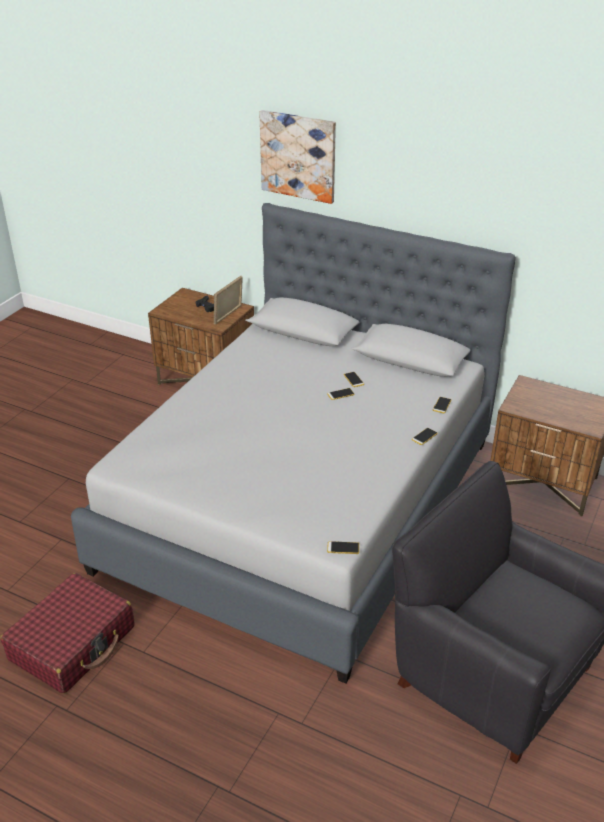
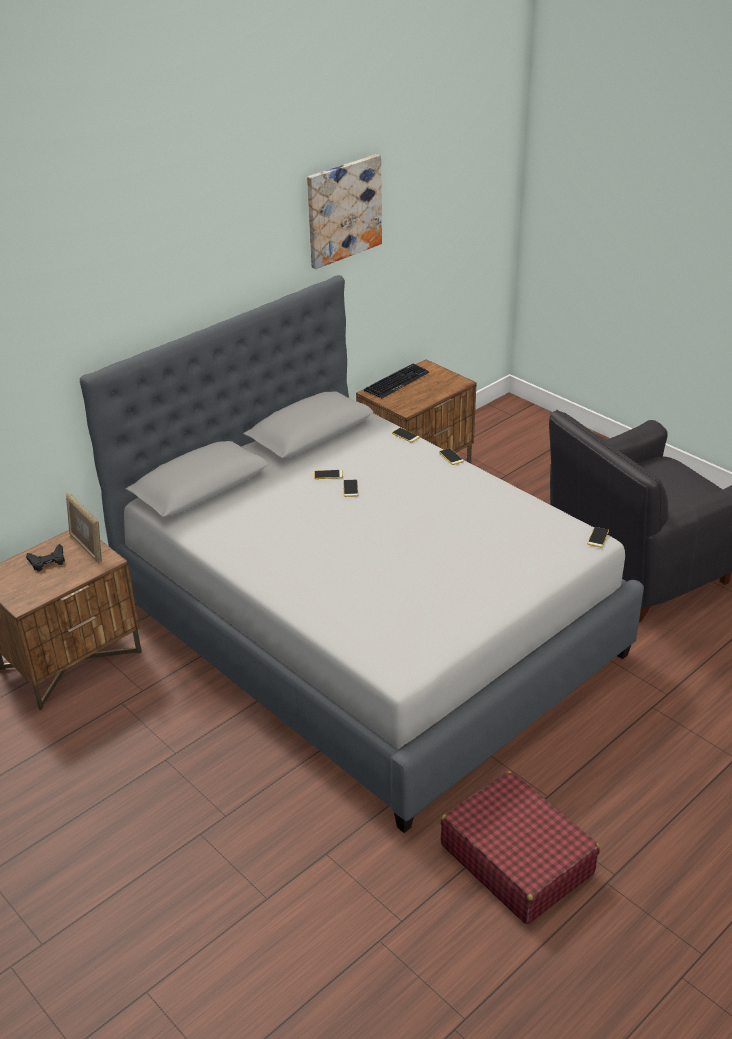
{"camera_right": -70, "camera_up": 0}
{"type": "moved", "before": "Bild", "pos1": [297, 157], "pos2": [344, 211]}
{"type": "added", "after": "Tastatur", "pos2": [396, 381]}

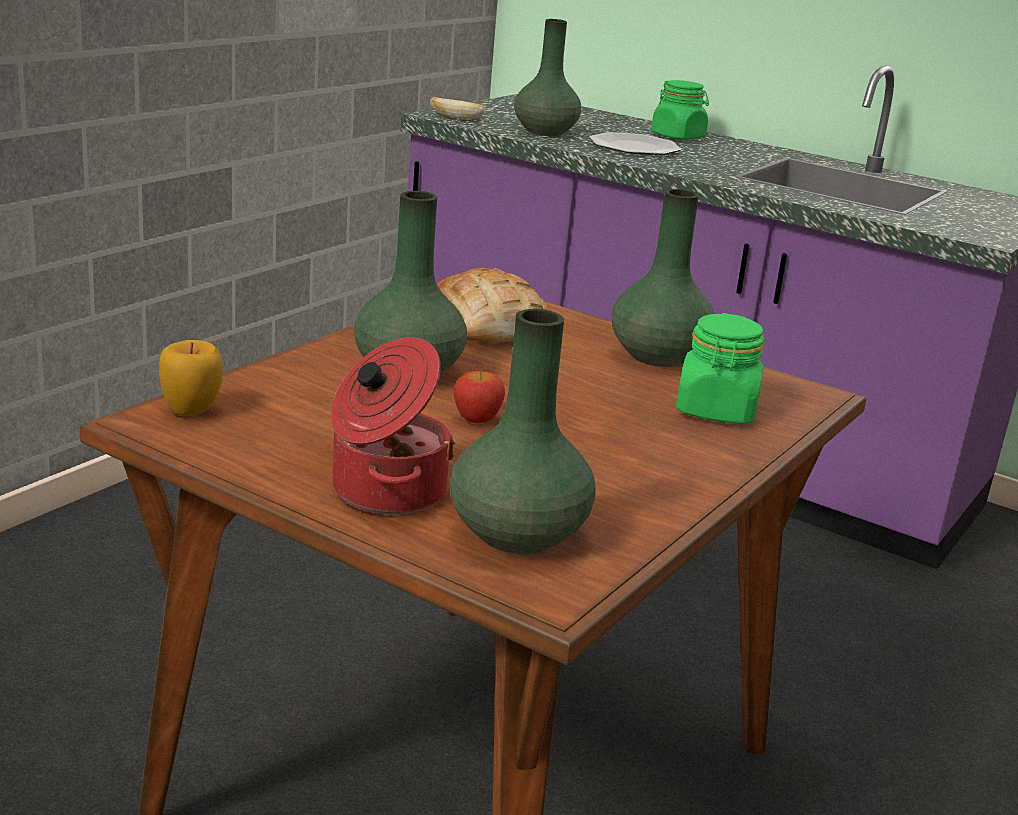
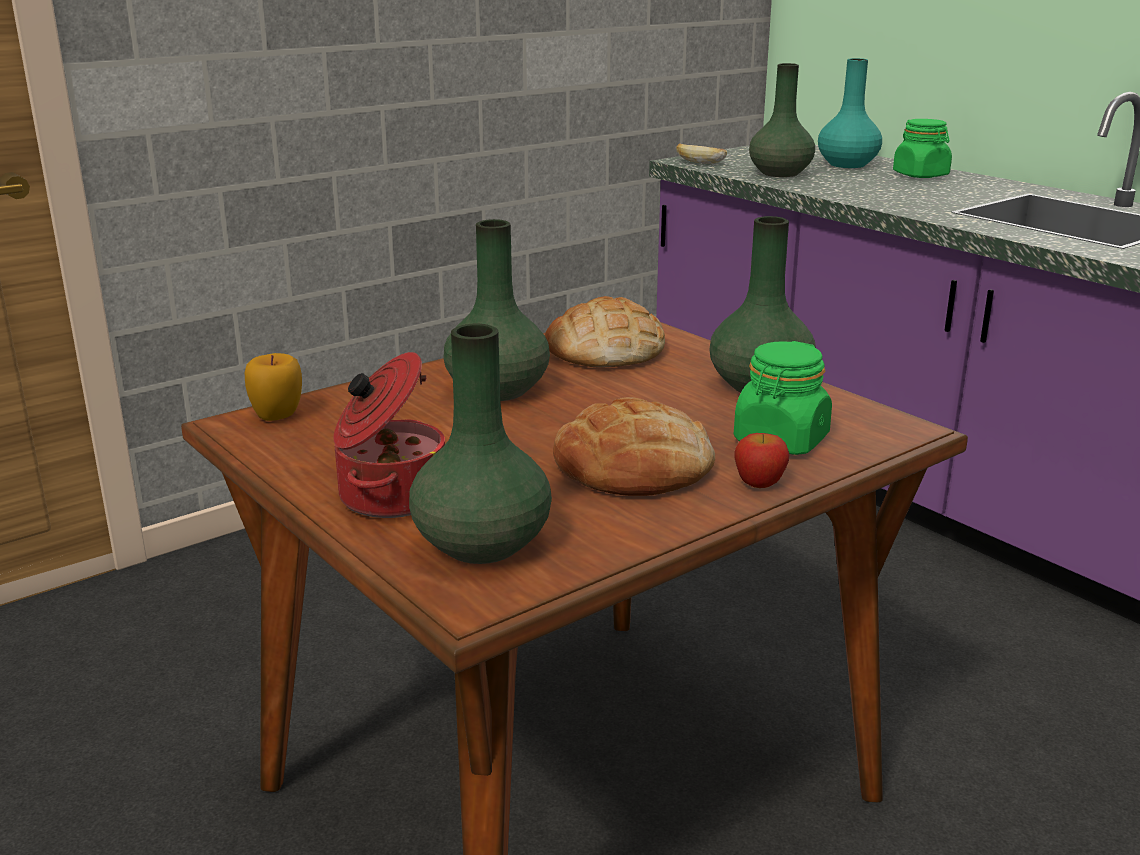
{"camera_right": 20, "camera_up": 0}
{"type": "moved", "before": "Apfel", "pos1": [479, 397], "pos2": [761, 460]}
{"type": "removed", "before": "Teller", "pos1": [635, 143]}
{"type": "added", "after": "Brot", "pos2": [634, 446]}
{"type": "added", "after": "Vase (türkis)", "pos2": [850, 113]}

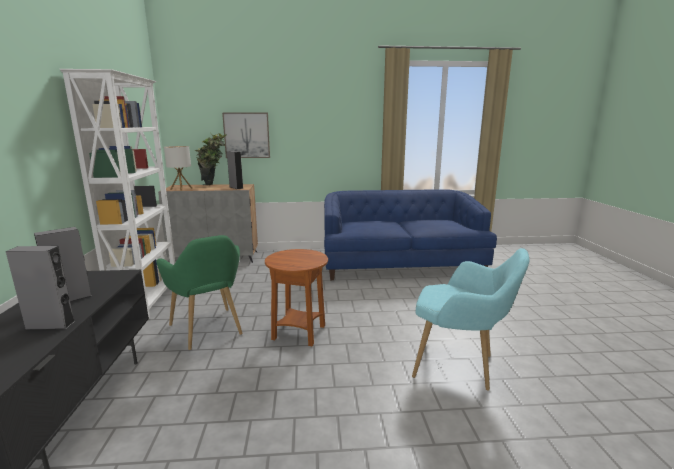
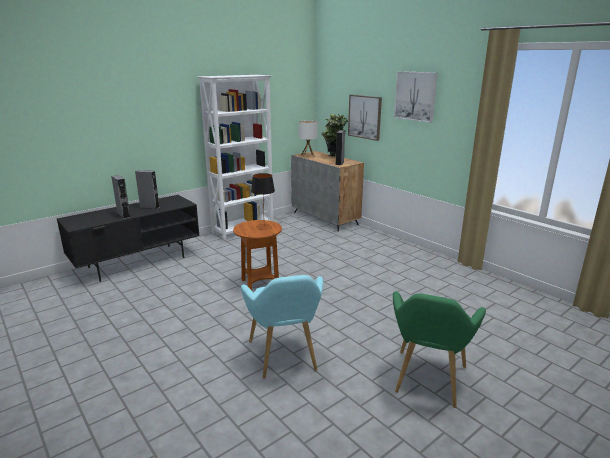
{"camera_right": 55, "camera_up": 5}
{"type": "moved", "before": "Sessel (grün)", "pos1": [199, 292], "pos2": [439, 349]}
{"type": "removed", "before": "Sofa (blau)", "pos1": [410, 234]}
{"type": "added", "after": "Tischlampe", "pos2": [263, 201]}
{"type": "added", "after": "Bild", "pos2": [416, 97]}

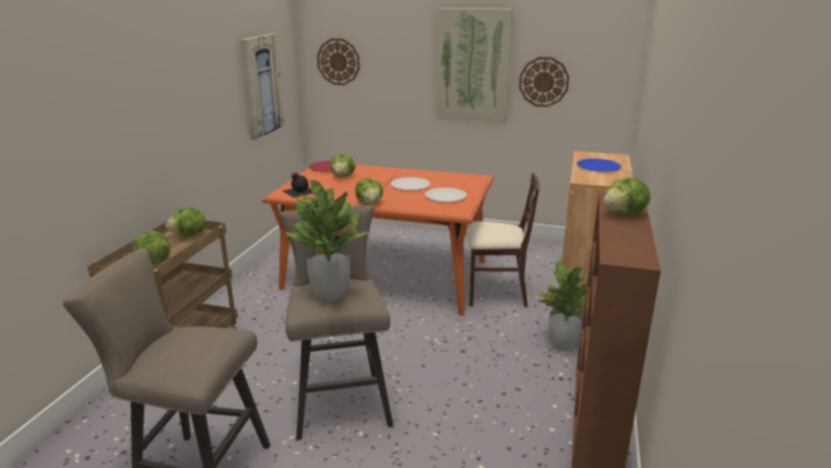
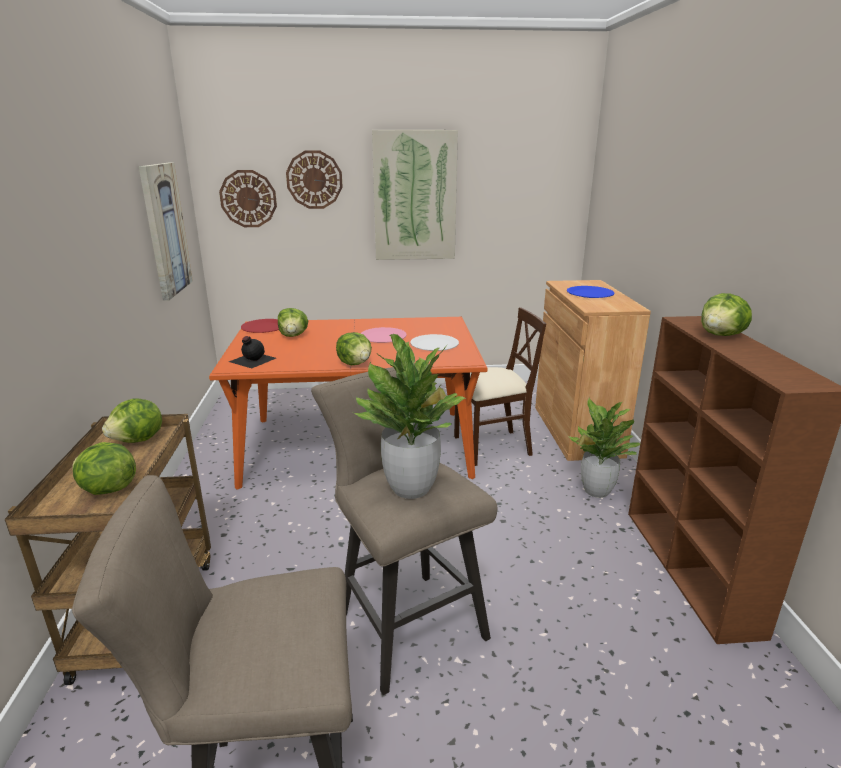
{"camera_right": -20, "camera_up": 0}
{"type": "recoloured", "before": "Teller (weiß)", "after": "Teller (rosa)", "pos1": [410, 183], "pos2": [383, 335]}
{"type": "moved", "before": "Wanduhr", "pos1": [544, 82], "pos2": [314, 179]}

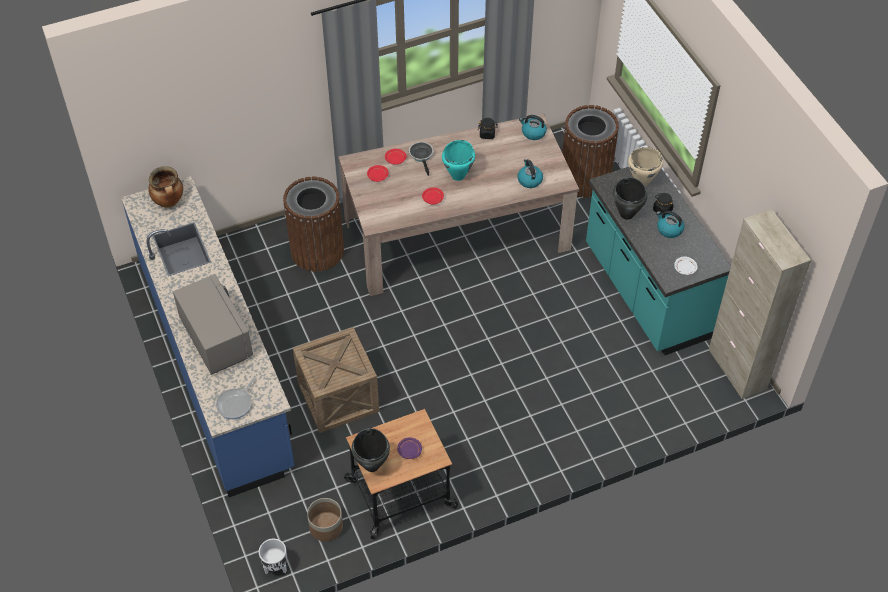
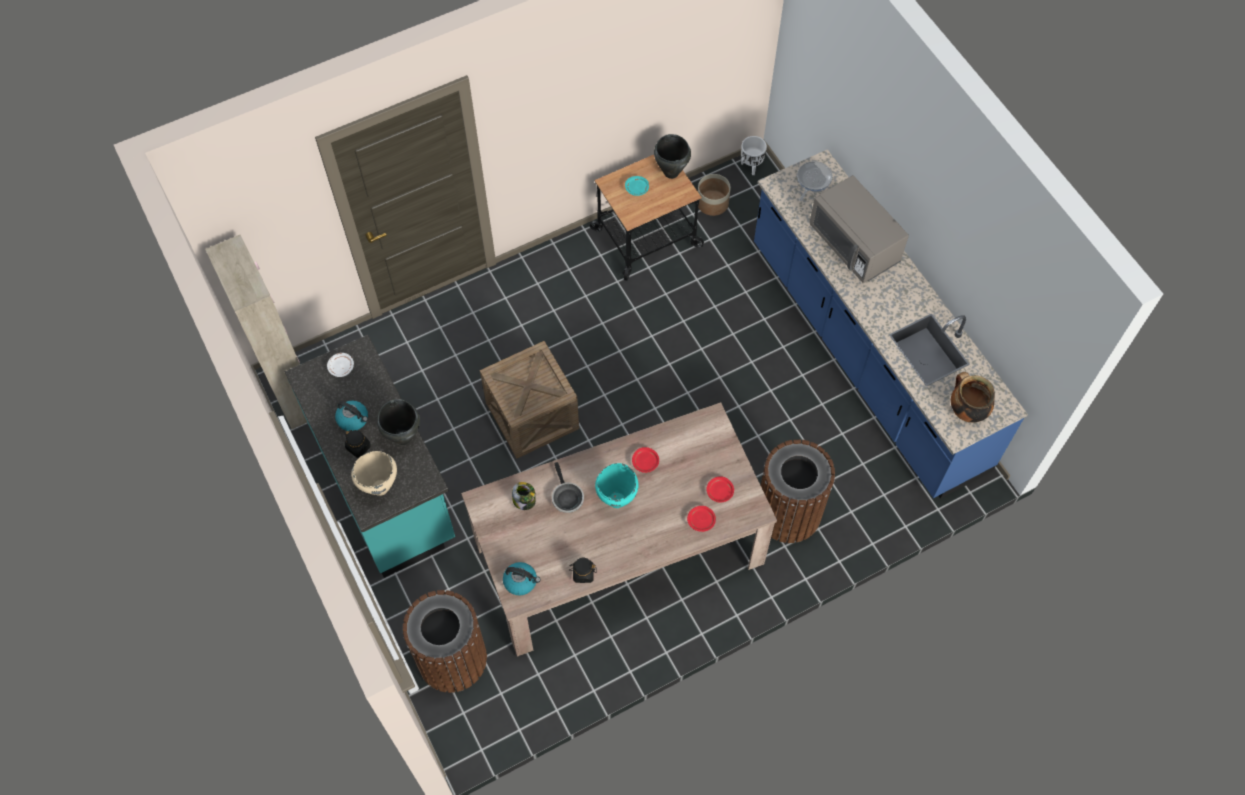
{"camera_right": 175, "camera_up": 10}
{"type": "moved", "before": "Kiste", "pos1": [336, 380], "pos2": [529, 400]}
{"type": "recoloured", "before": "Teller (lila)", "after": "Teller (türkis)", "pos1": [409, 448], "pos2": [637, 186]}
{"type": "moved", "before": "Pfanne", "pos1": [421, 159], "pos2": [568, 487]}
{"type": "replaced", "before": "Wasserkessel", "after": "Vorratsglas", "pos1": [530, 173], "pos2": [524, 496]}

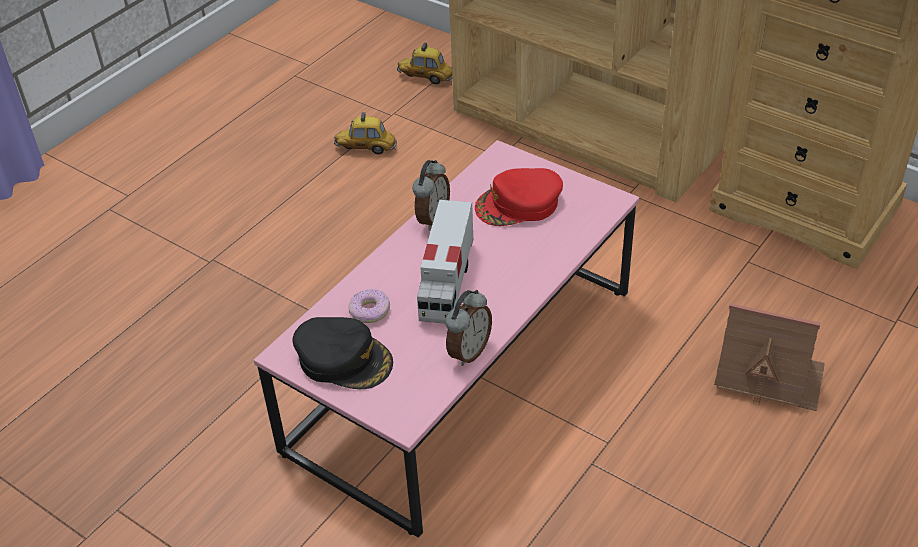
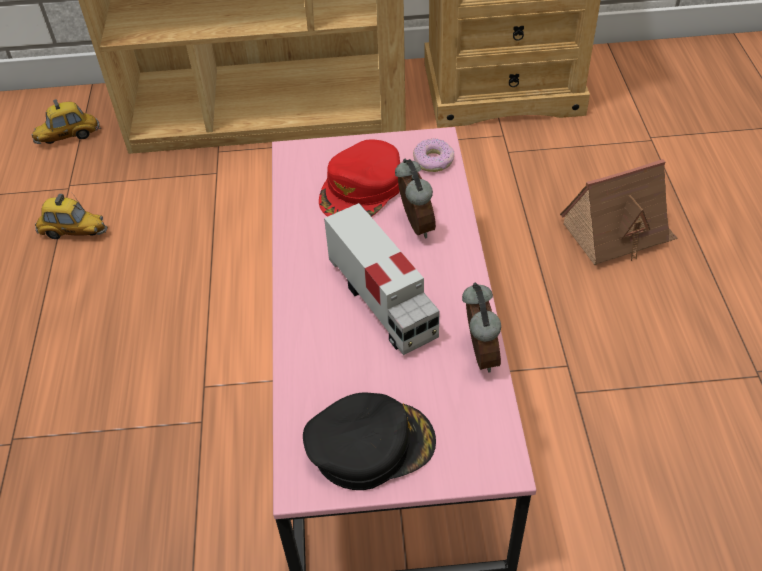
{"camera_right": -40, "camera_up": 5}
{"type": "turned", "before": "Spielzeugauto", "pos1": [365, 133], "pos2": [71, 216], "turn": -135}
{"type": "moved", "before": "Donut", "pos1": [369, 306], "pos2": [433, 155]}
{"type": "moved", "before": "Wecker", "pos1": [431, 195], "pos2": [415, 198]}

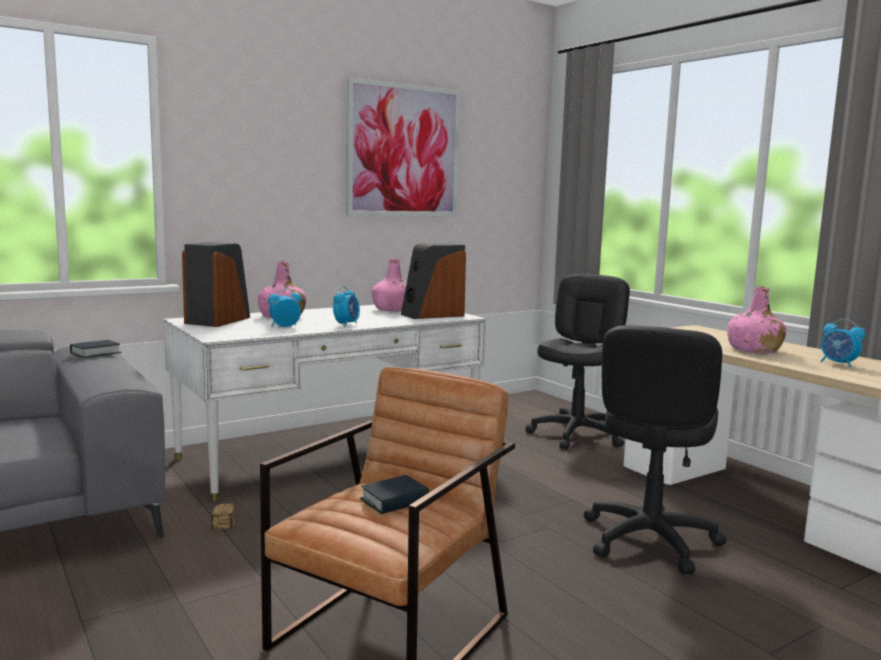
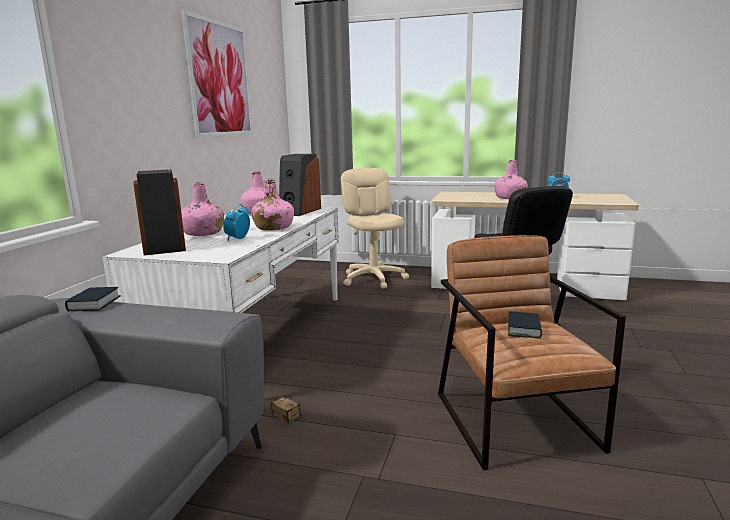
{"camera_right": -40, "camera_up": 5}
{"type": "replaced", "before": "Wecker", "after": "Flasche (rosa)", "pos1": [346, 306], "pos2": [272, 205]}
{"type": "recoloured", "before": "Bürostuhl (schwarz)", "after": "Bürostuhl (beige)", "pos1": [577, 361], "pos2": [375, 228]}

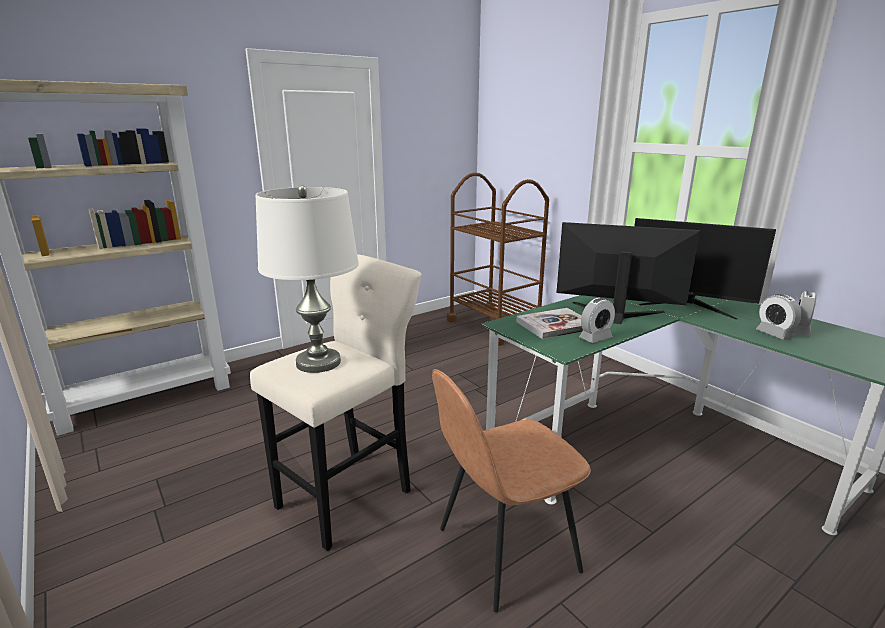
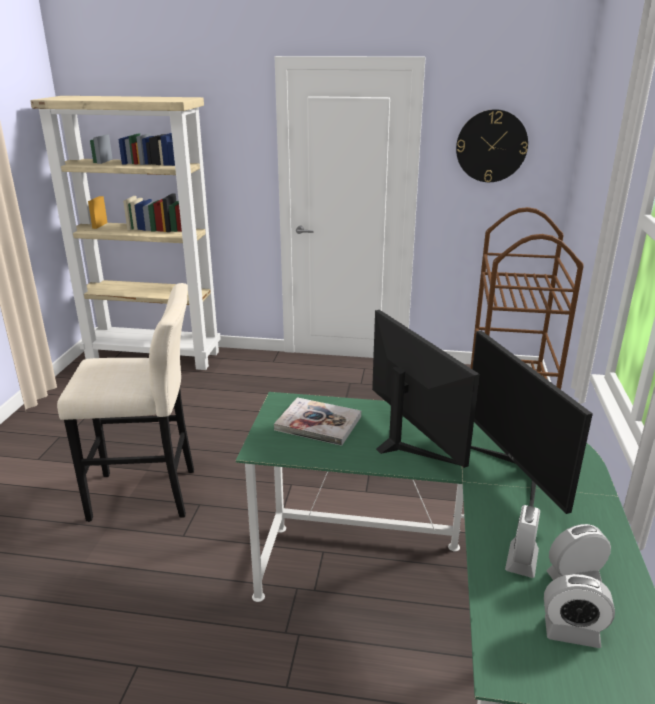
{"camera_right": 45, "camera_up": 5}
{"type": "removed", "before": "Tischlampe (weiß)", "pos1": [307, 279]}
{"type": "removed", "before": "Stuhl (braun)", "pos1": [511, 491]}
{"type": "moved", "before": "Wecker", "pos1": [597, 320], "pos2": [579, 611]}
{"type": "added", "after": "Wanduhr", "pos2": [492, 145]}

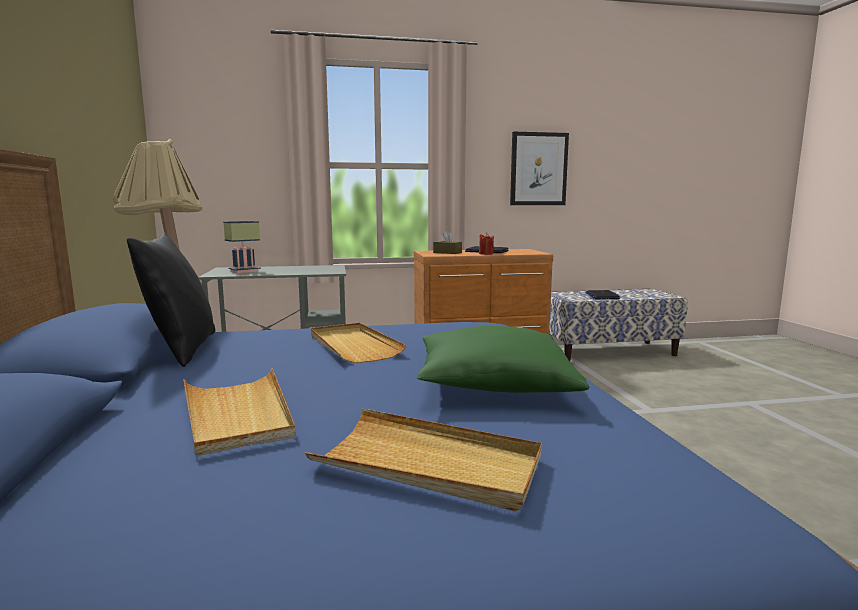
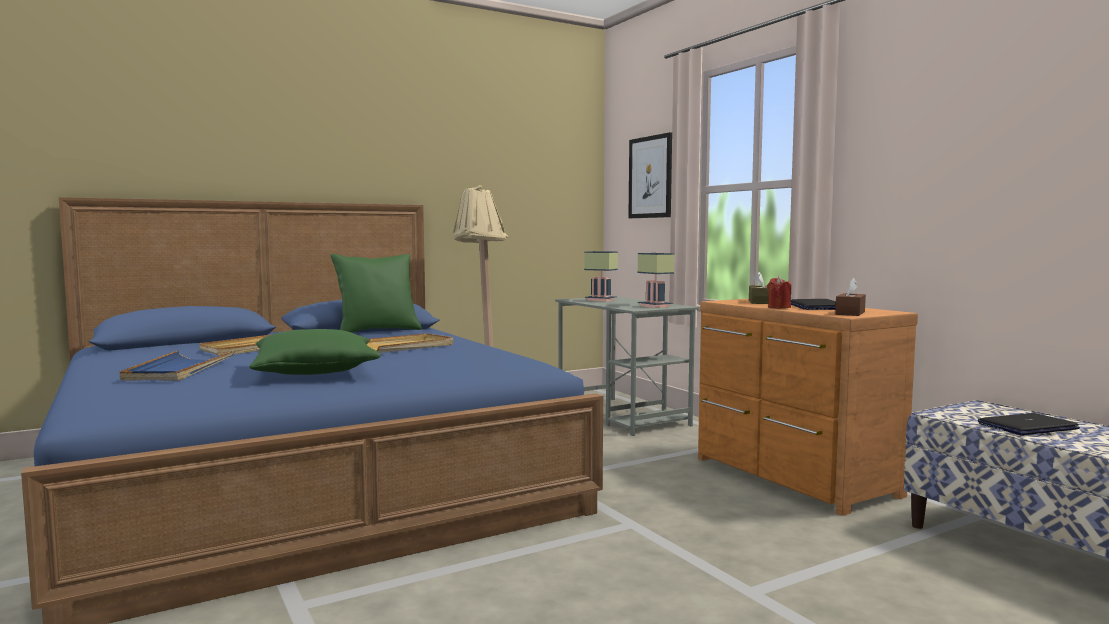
{"camera_right": 70, "camera_up": -5}
{"type": "recoloured", "before": "Kissen (schwarz)", "after": "Kissen (grün)", "pos1": [171, 300], "pos2": [376, 293]}
{"type": "recoloured", "before": "Tablett (beige)", "after": "Tablett (blau)", "pos1": [423, 460], "pos2": [177, 365]}
{"type": "moved", "before": "Bild", "pos1": [539, 168], "pos2": [650, 175]}
{"type": "added", "after": "Tischlampe", "pos2": [655, 280]}
{"type": "added", "after": "Taschentuchbox (braun)", "pos2": [850, 297]}

